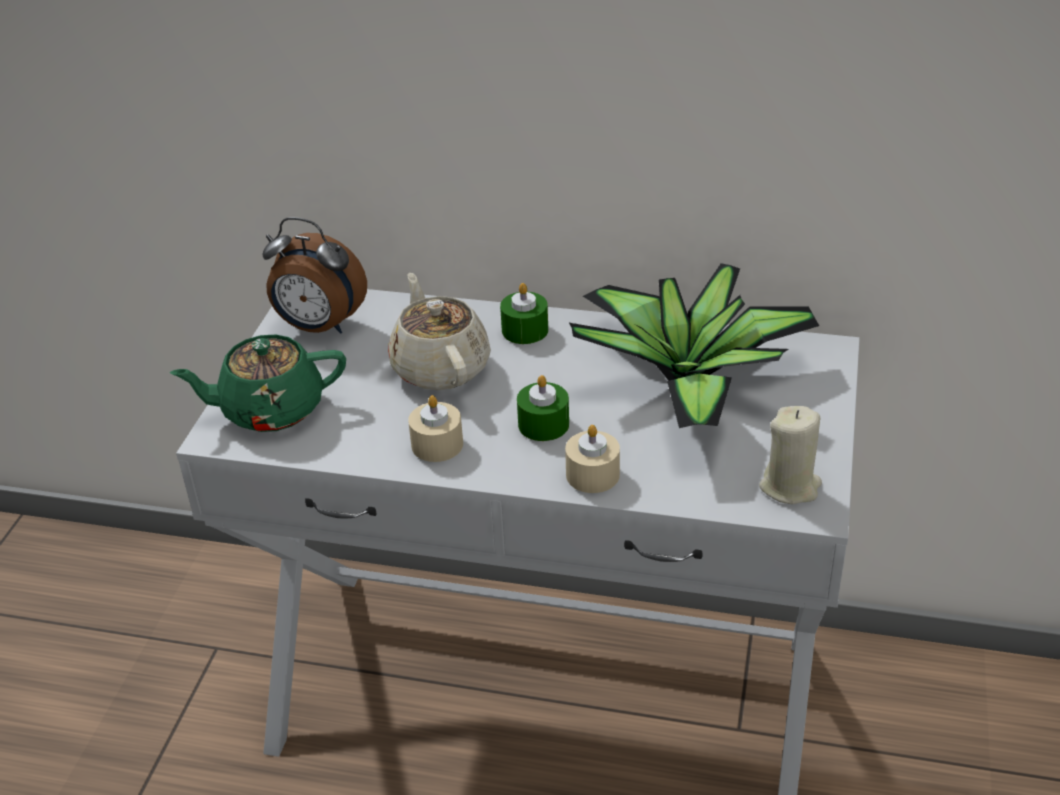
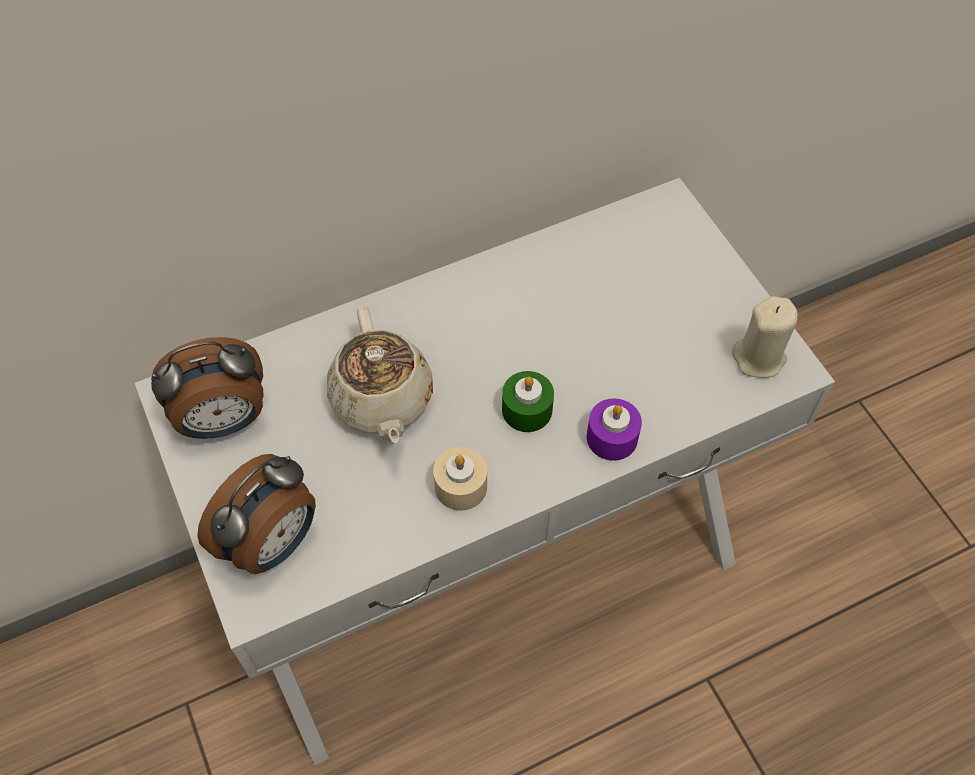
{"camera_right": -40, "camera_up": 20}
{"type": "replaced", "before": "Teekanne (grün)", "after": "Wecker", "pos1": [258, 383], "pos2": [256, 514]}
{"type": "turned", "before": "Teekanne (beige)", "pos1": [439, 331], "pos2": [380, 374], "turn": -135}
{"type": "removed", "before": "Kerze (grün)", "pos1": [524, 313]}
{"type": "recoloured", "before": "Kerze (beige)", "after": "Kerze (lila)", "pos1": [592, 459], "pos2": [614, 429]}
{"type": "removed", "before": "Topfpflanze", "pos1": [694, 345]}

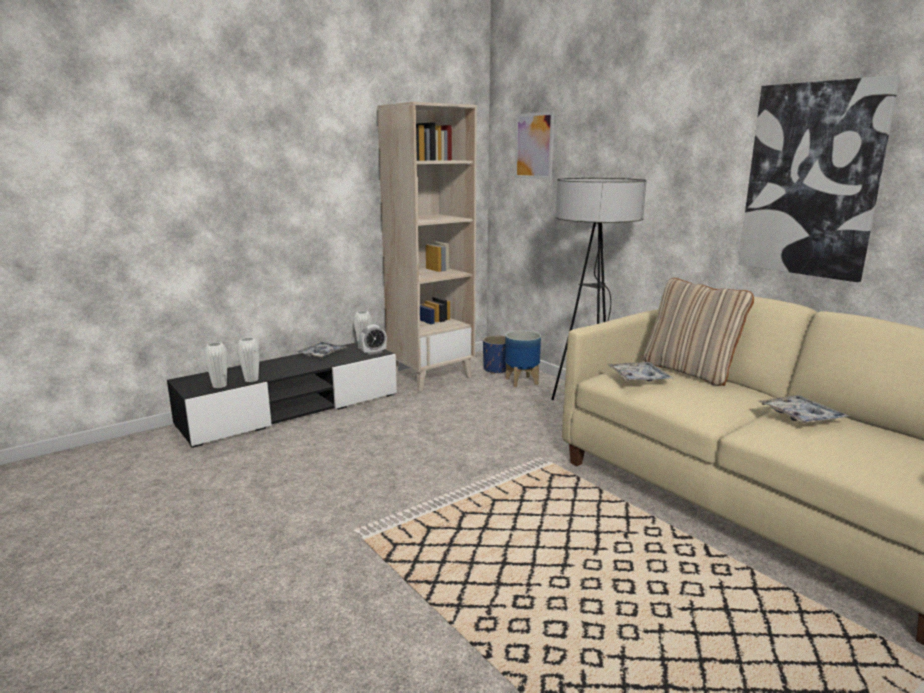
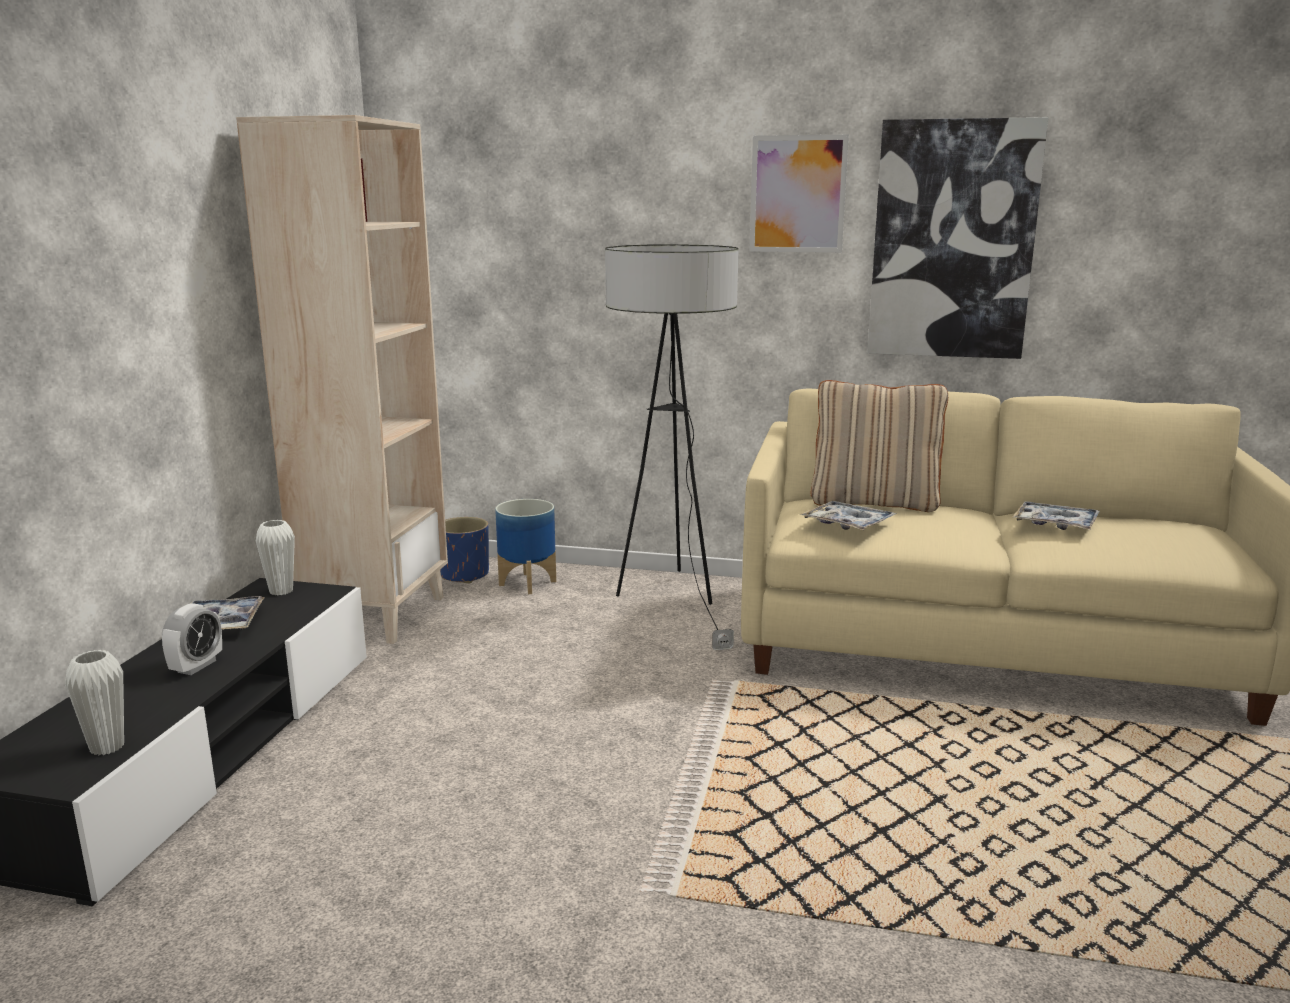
{"camera_right": -40, "camera_up": 0}
{"type": "removed", "before": "Vase (weiß)", "pos1": [248, 359]}
{"type": "moved", "before": "Wecker", "pos1": [373, 339], "pos2": [192, 639]}
{"type": "moved", "before": "Bild", "pos1": [534, 145], "pos2": [799, 194]}

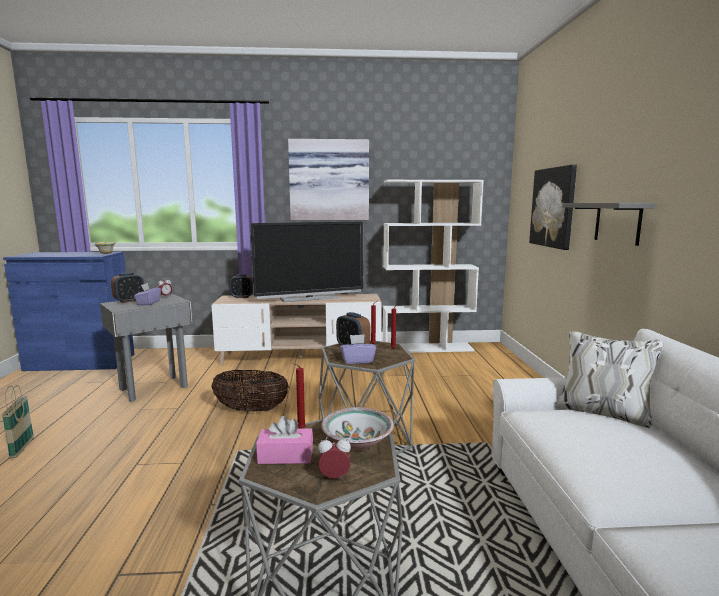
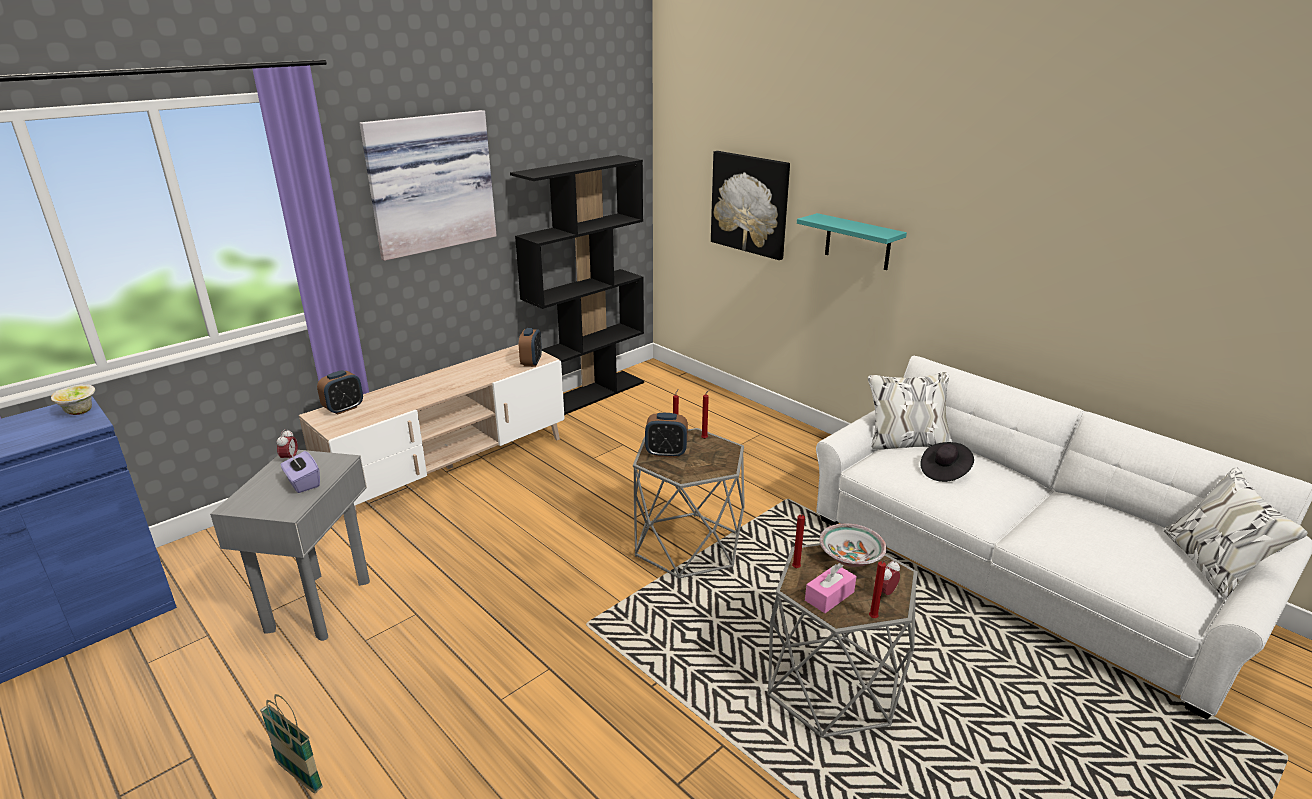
{"camera_right": -40, "camera_up": 15}
{"type": "moved", "before": "Wecker", "pos1": [127, 287], "pos2": [530, 347]}
{"type": "removed", "before": "Korb", "pos1": [250, 390]}
{"type": "removed", "before": "Fernseher", "pos1": [306, 262]}
{"type": "removed", "before": "Taschentuchbox (lila)", "pos1": [358, 349]}
{"type": "recoloured", "before": "Bücherregal (weiß)", "after": "Bücherregal (schwarz)", "pos1": [433, 266], "pos2": [577, 285]}
{"type": "recoloured", "before": "Wandregal (grau)", "after": "Wandregal (türkis)", "pos1": [609, 224], "pos2": [852, 241]}
{"type": "added", "after": "Kerze (rot)", "pos2": [880, 588]}
{"type": "added", "after": "Hut (schwarz)", "pos2": [947, 462]}

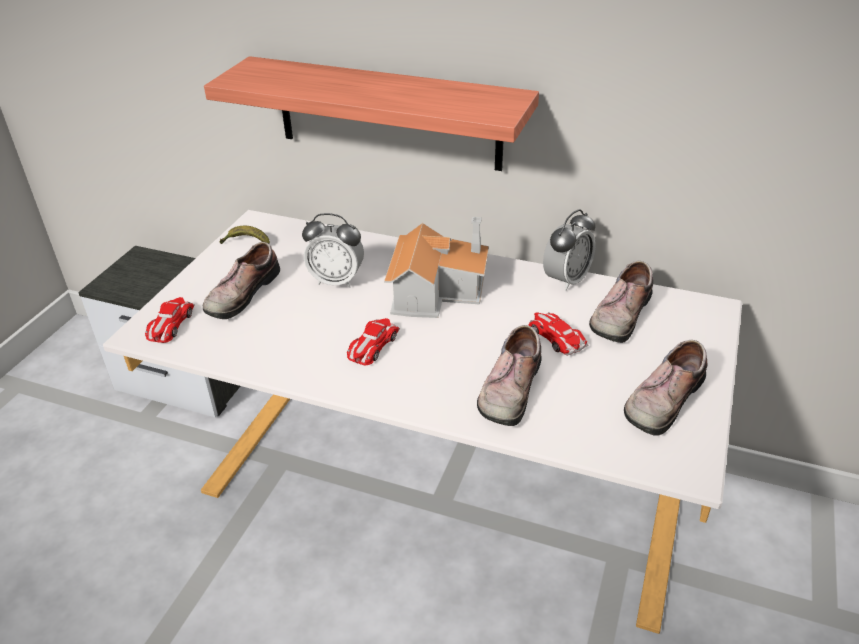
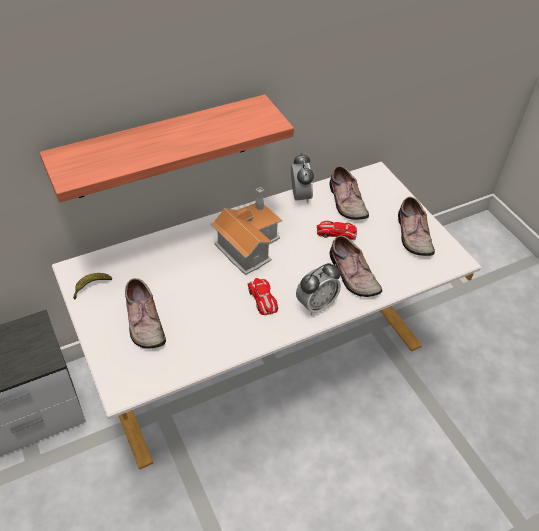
{"camera_right": -50, "camera_up": 10}
{"type": "removed", "before": "Spielzeugauto", "pos1": [170, 320]}
{"type": "moved", "before": "Wecker", "pos1": [333, 250], "pos2": [318, 289]}

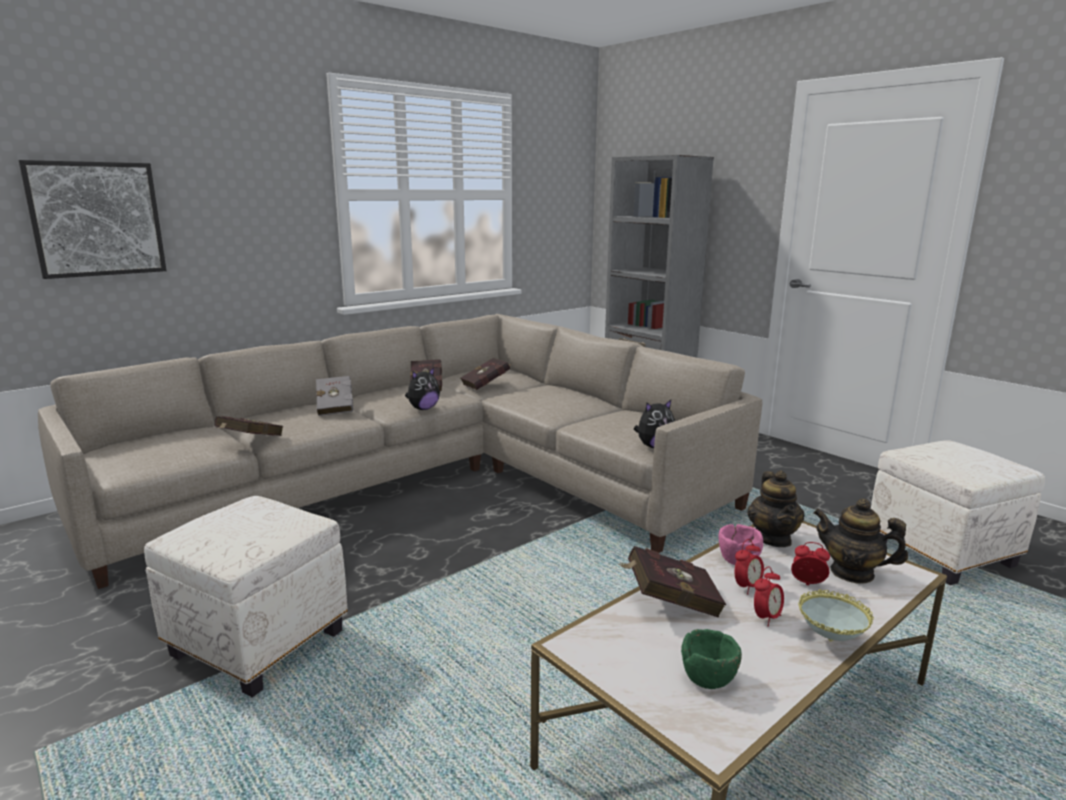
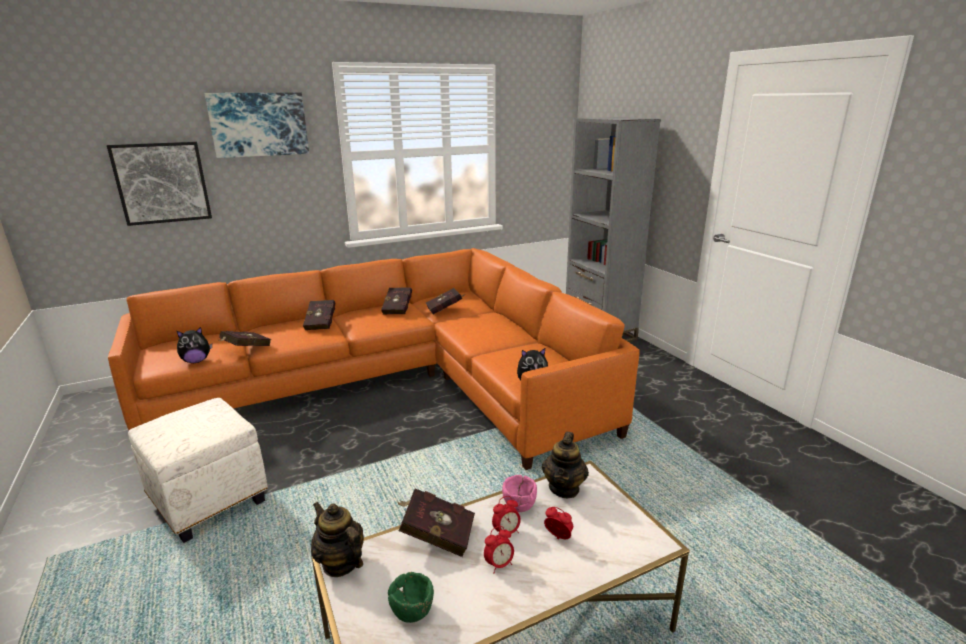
{"camera_right": 15, "camera_up": 5}
{"type": "recoloured", "before": "Sofa (beige)", "after": "Sofa (orange)", "pos1": [400, 451], "pos2": [374, 359]}
{"type": "recoloured", "before": "Buch (grau)", "after": "Buch (rot)", "pos1": [334, 396], "pos2": [319, 315]}
{"type": "moved", "before": "Plüschtier", "pos1": [422, 388], "pos2": [194, 345]}
{"type": "removed", "before": "Schüssel", "pos1": [836, 615]}
{"type": "moved", "before": "Teekanne", "pos1": [860, 541], "pos2": [337, 539]}
{"type": "removed", "before": "Polsterhocker (weiß)", "pos1": [958, 512]}
{"type": "added", "after": "Bild", "pos2": [257, 125]}

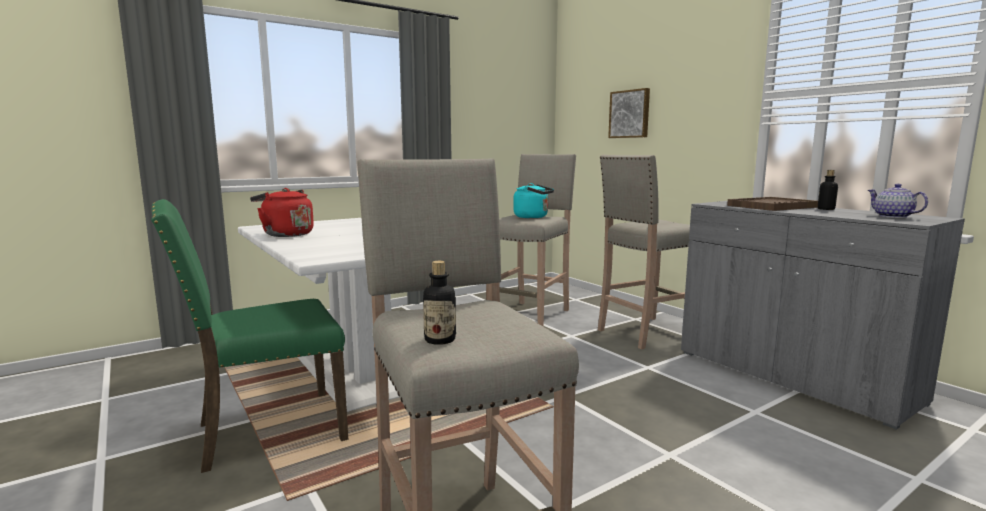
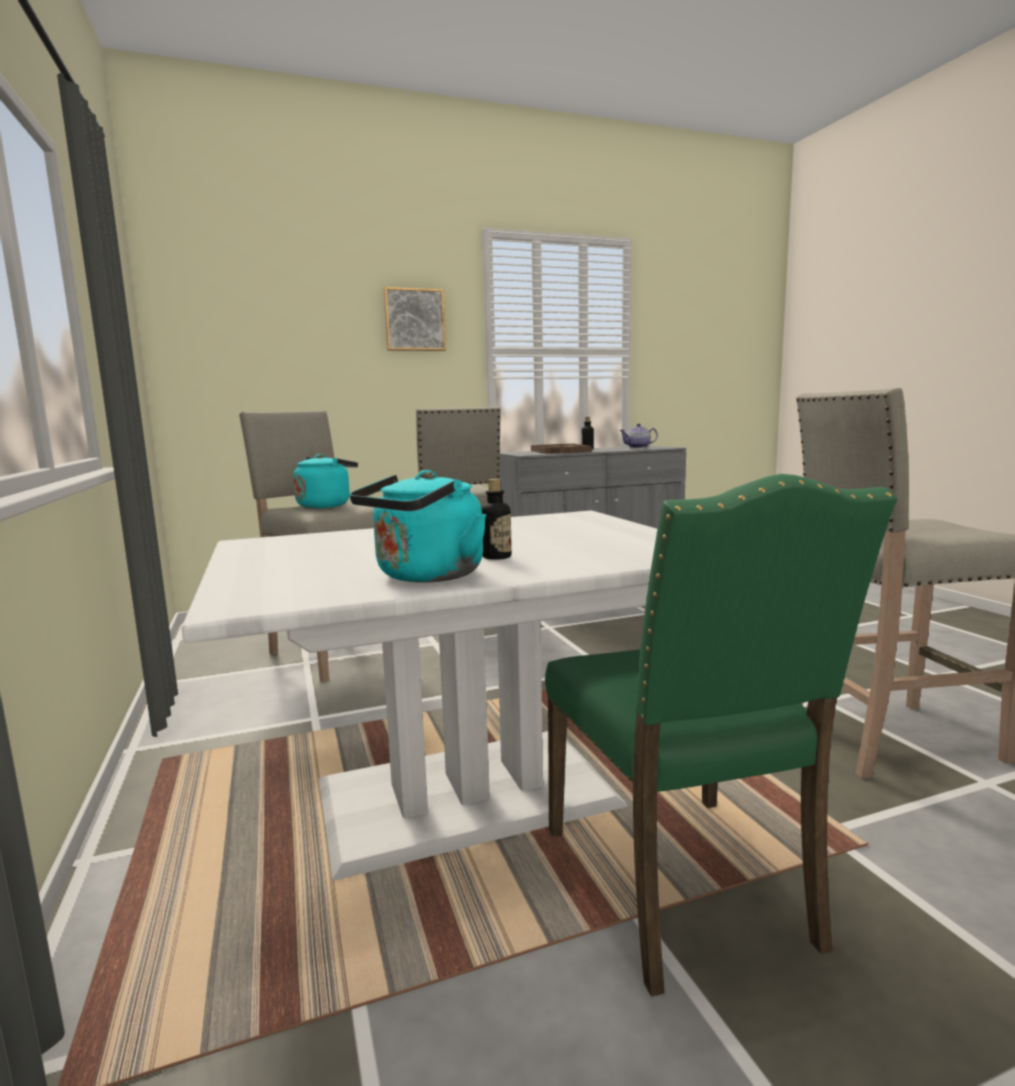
{"camera_right": -75, "camera_up": 0}
{"type": "recoloured", "before": "Wasserkessel (rot)", "after": "Wasserkessel (türkis)", "pos1": [282, 212], "pos2": [418, 526]}
{"type": "moved", "before": "Flasche", "pos1": [439, 303], "pos2": [496, 519]}
{"type": "moved", "before": "Bild", "pos1": [629, 113], "pos2": [414, 319]}

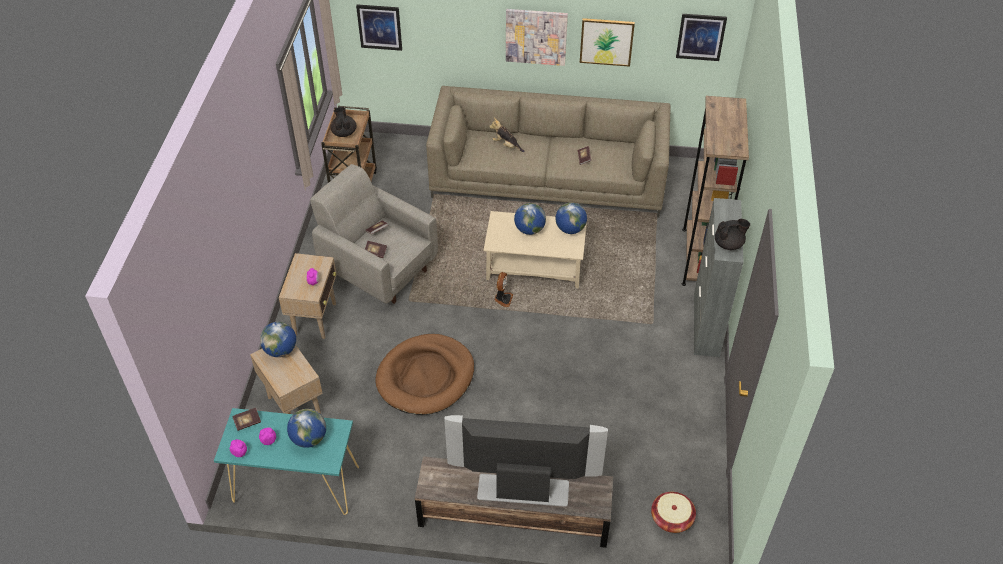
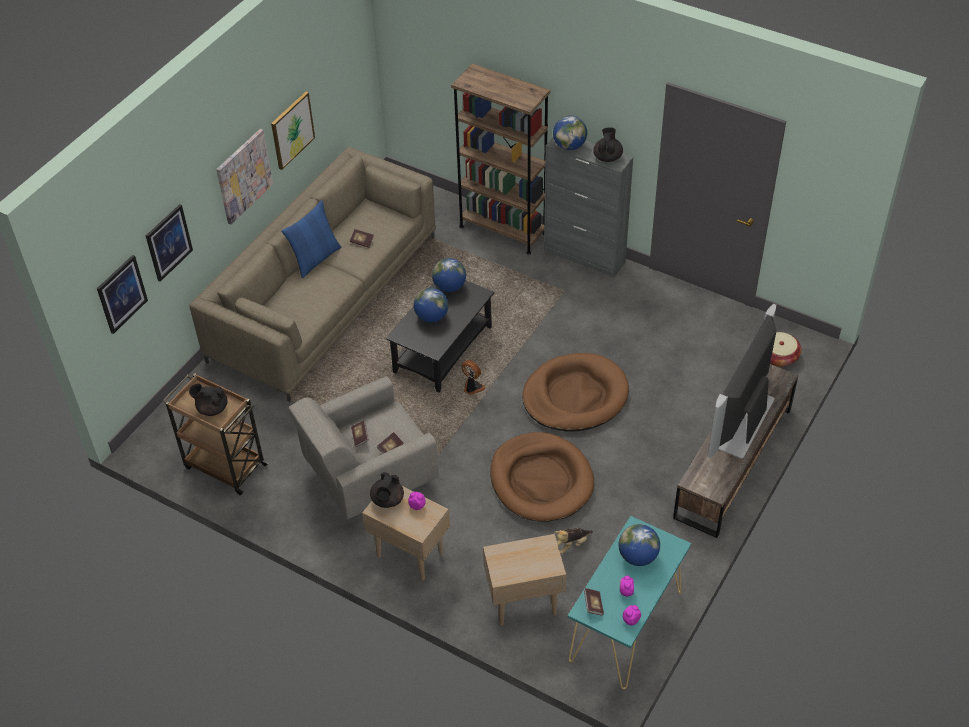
{"camera_right": -65, "camera_up": 0}
{"type": "moved", "before": "Globus", "pos1": [278, 339], "pos2": [570, 133]}
{"type": "recoloured", "before": "Couchtisch (beige)", "after": "Couchtisch (schwarz)", "pos1": [535, 249], "pos2": [440, 336]}
{"type": "moved", "before": "Plüschtier", "pos1": [507, 135], "pos2": [574, 541]}
{"type": "moved", "before": "Bild", "pos1": [701, 37], "pos2": [169, 243]}
{"type": "added", "after": "Kissen (blau)", "pos2": [311, 239]}
{"type": "added", "after": "Teekanne (schwarz)", "pos2": [387, 490]}
{"type": "added", "after": "Hundebett (braun)", "pos2": [576, 392]}

